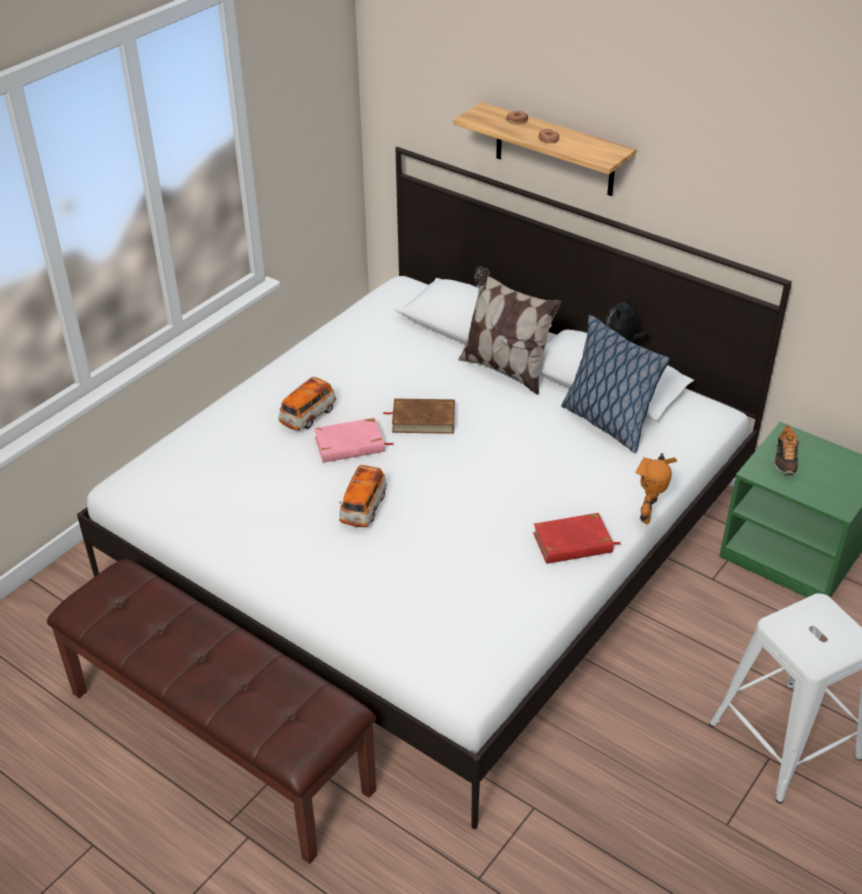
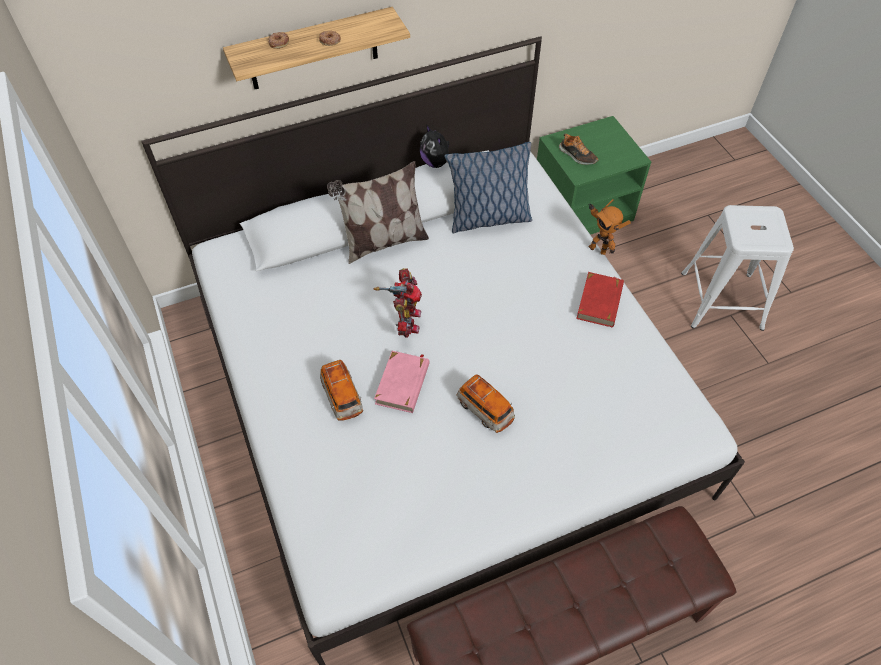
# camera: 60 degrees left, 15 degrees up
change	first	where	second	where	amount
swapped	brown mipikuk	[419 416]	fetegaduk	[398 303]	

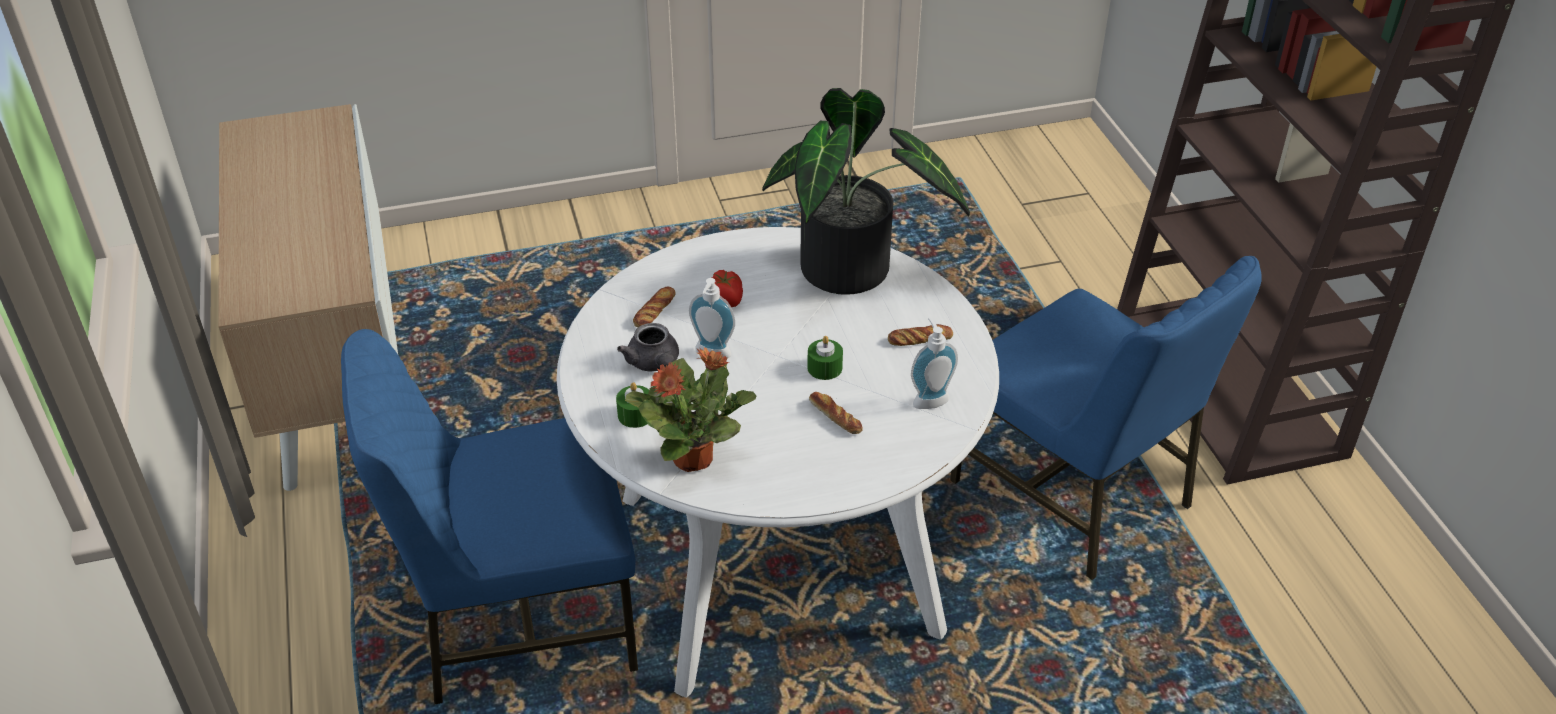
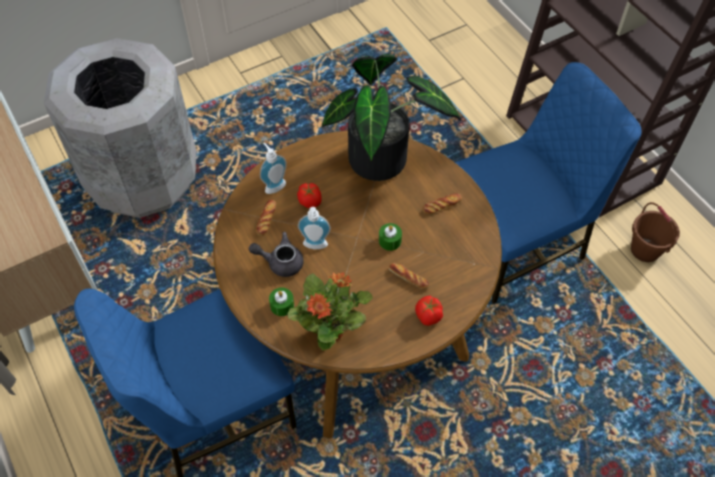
# camera: 15 degrees left, 15 degrees up
change	first	where	second	where	amount
new			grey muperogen	[120 128]	
repainted	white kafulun	[778 462]	brown kafulun	[357 284]	
rotated	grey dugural	[648 347]		[276 254]	135 degrees clockwise
shifted	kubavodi	[934 363]		[273 168]	
new			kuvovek	[429 311]	
rotated	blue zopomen	[1106 418]		[548 183]	60 degrees counterclockwise
new			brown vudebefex	[655 232]	

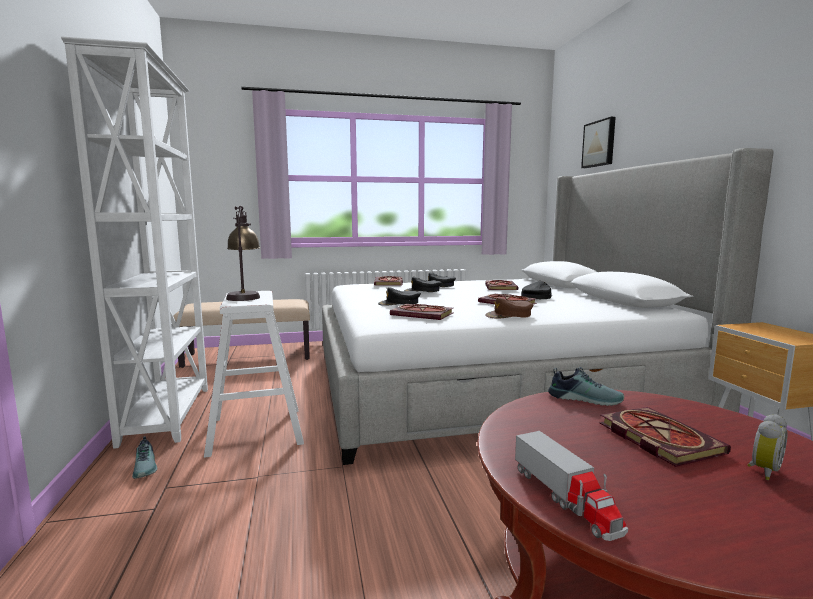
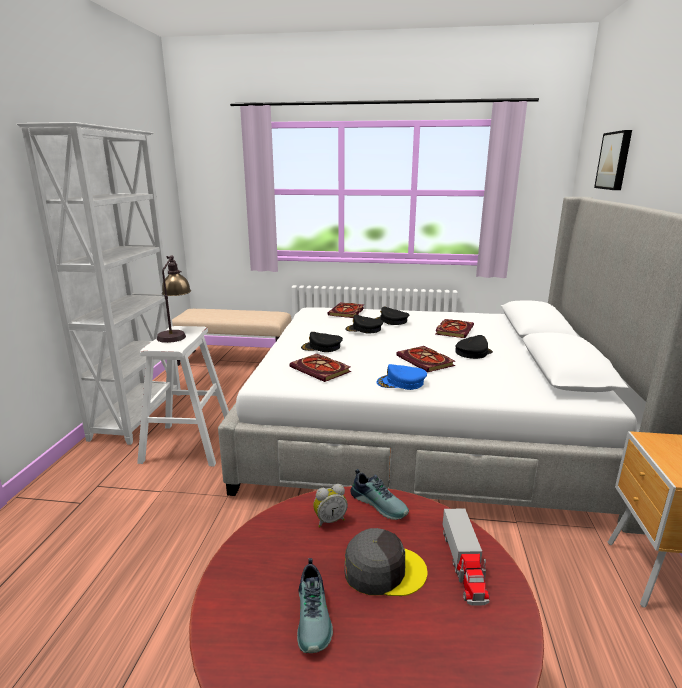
# camera: 20 degrees right, 10 degrees up
change	first	where	second	where	amount
shifted	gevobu	[144 457]		[315 605]	
shifted	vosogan	[767 447]		[330 505]	
swapped	mipikuk	[665 437]	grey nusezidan	[385 562]	
repainted	brown nusezidan	[509 308]	blue nusezidan	[401 377]	
shifted	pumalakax	[571 486]		[466 557]	

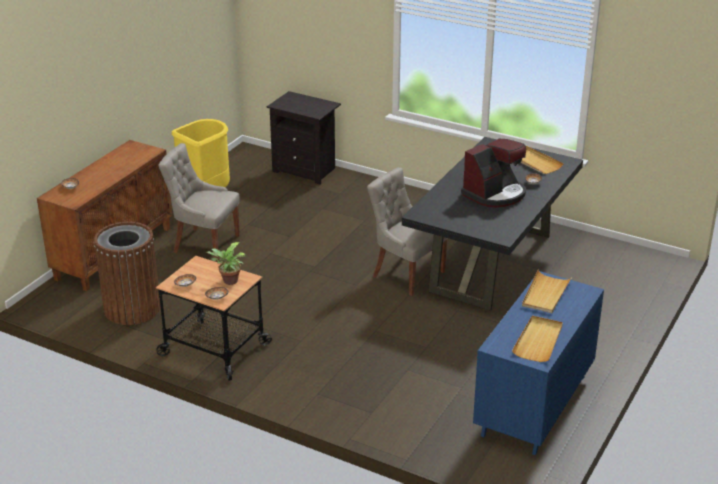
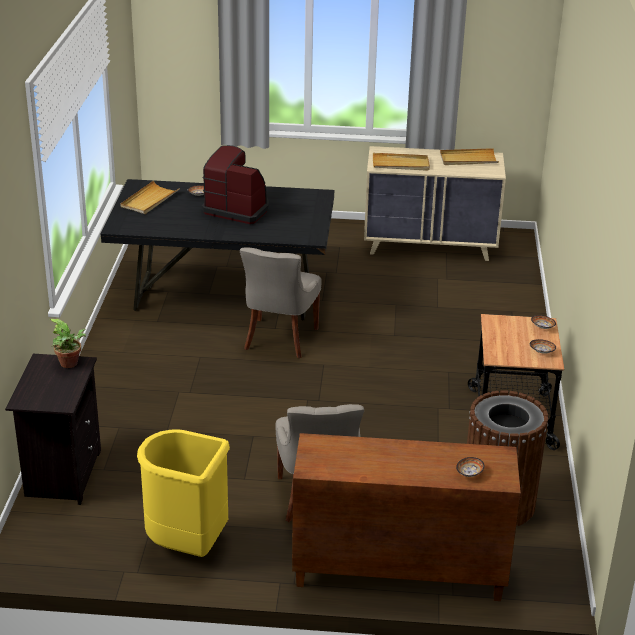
# camera: 115 degrees left, 0 degrees up
change	first	where	second	where	amount
shifted	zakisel	[225 263]		[67 343]	
repainted	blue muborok	[538 363]	beige muborok	[435 203]	

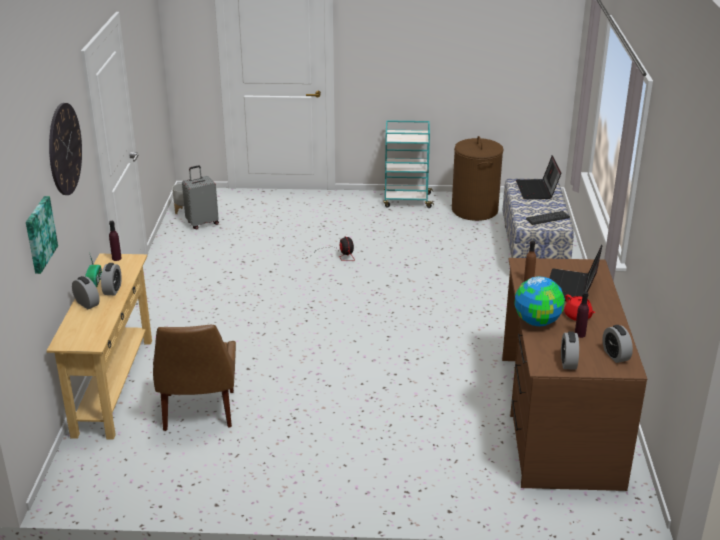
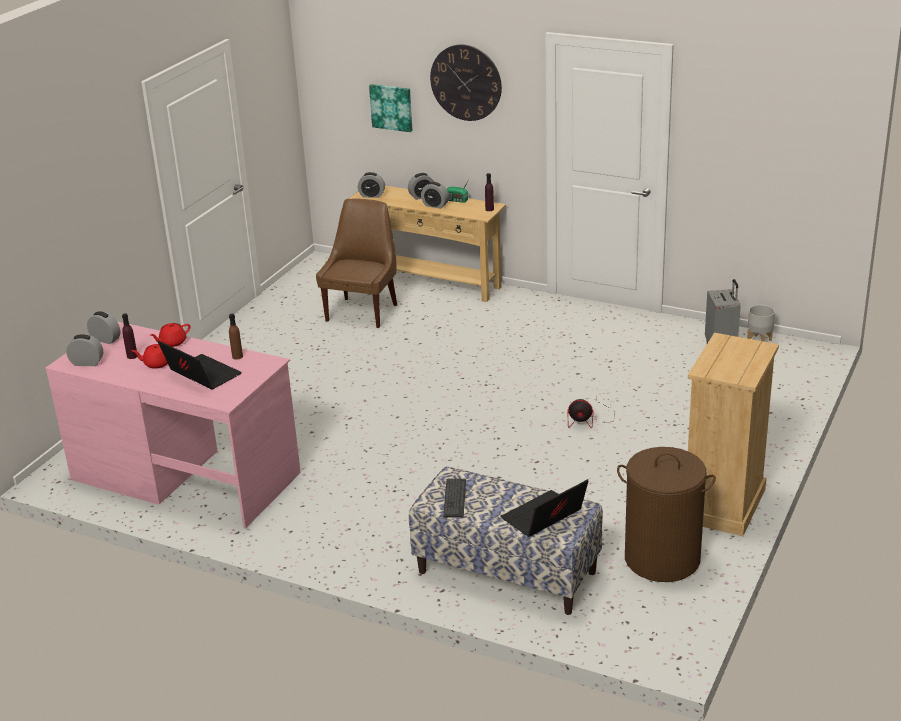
# camera: 115 degrees right, 0 degrees up
change	first	where	second	where	amount
repainted	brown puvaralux	[574 374]	pink puvaralux	[173 425]	
swapped	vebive	[539 301]	red dugural	[170 335]	
rotated	brown zopomen	[194 378]		[356 263]	90 degrees clockwise
new			vosogan	[371 185]	
rotated	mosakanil	[538 177]		[544 508]	60 degrees counterclockwise
swapped	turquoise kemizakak	[408 164]	beige muborok	[733 434]	

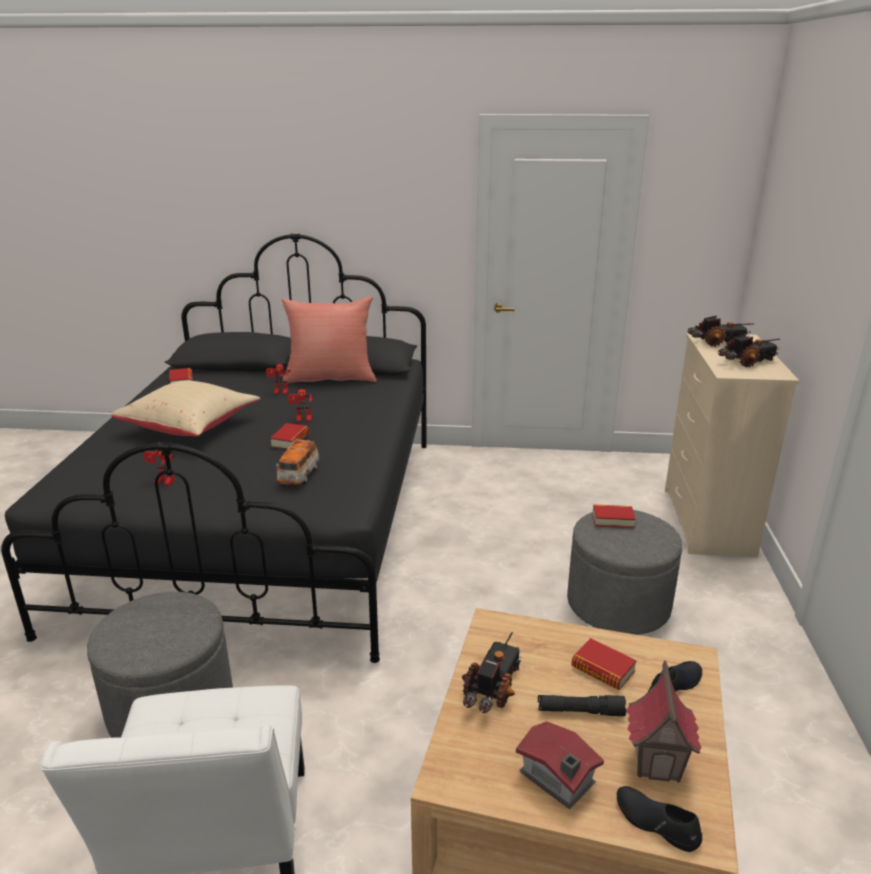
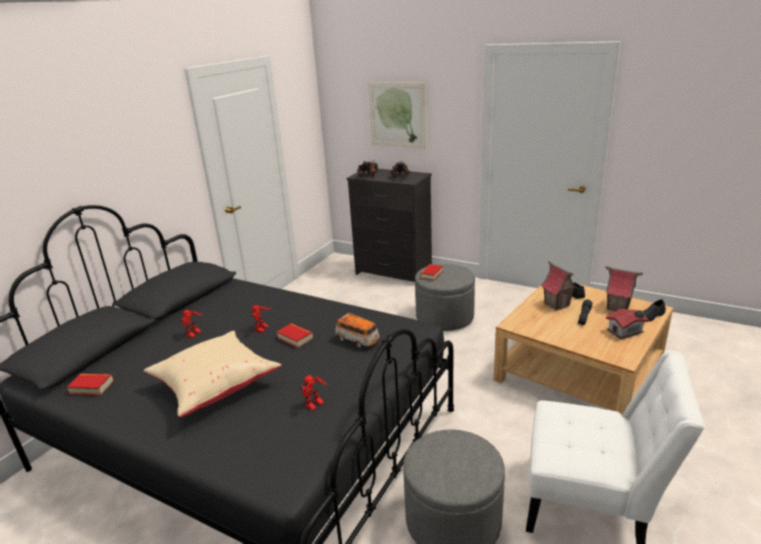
# camera: 65 degrees left, 0 degrees up
change	first	where	second	where	amount
repainted	beige muborok	[732 445]	black muborok	[389 225]	
new			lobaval	[397 115]	
swapped	mipikuk	[604 664]	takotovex	[559 286]	
gone	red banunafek	[329 340]			
gone	pumalakax	[492 672]			

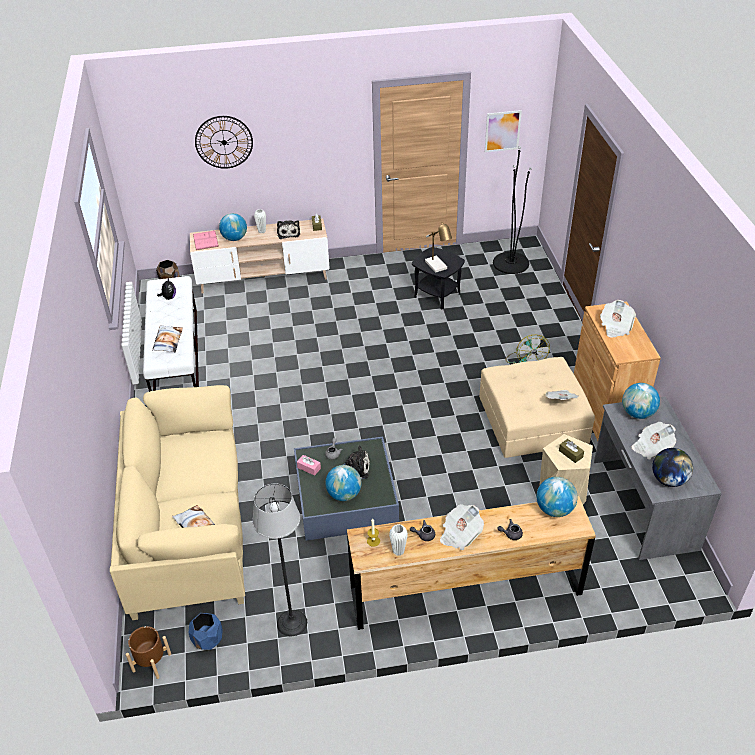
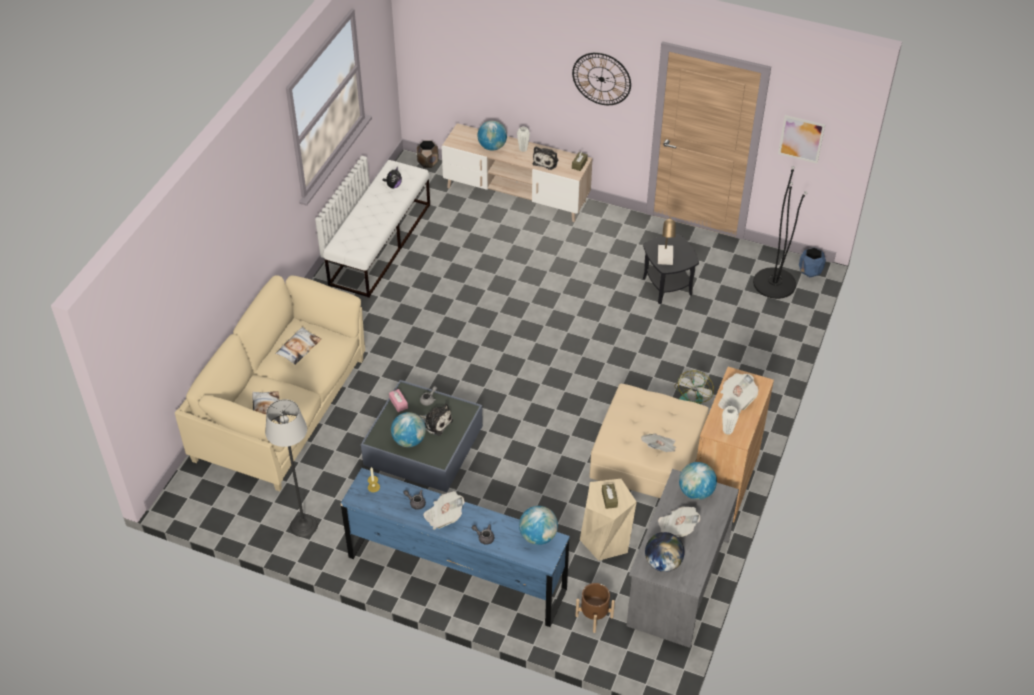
# camera: 30 degrees right, 5 degrees up
change	first	where	second	where	amount
shifted	banunafek	[167 338]		[298 346]	
repainted	brown muborok	[471 563]	blue muborok	[455 547]	
shifted	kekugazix	[224 142]		[601 79]	
shifted	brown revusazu	[148 652]		[595 608]	
shifted	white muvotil	[398 540]		[730 420]	
shifted	blue revusazu	[205 631]		[812 262]	
gone	pink mipikuk	[206 240]			

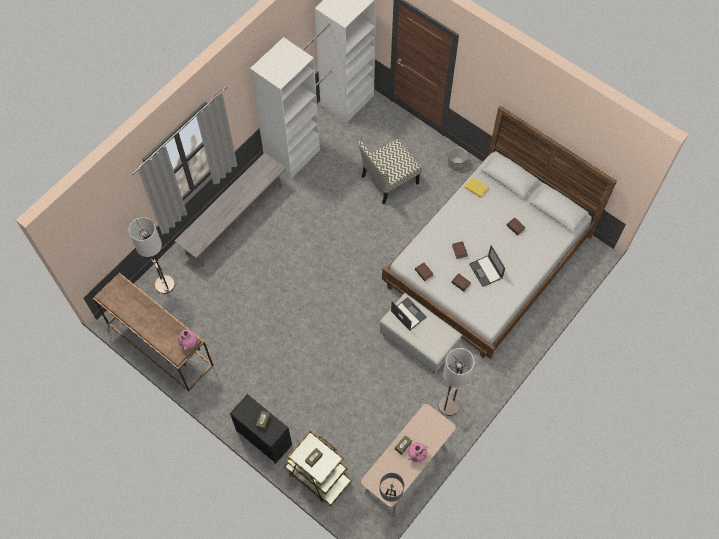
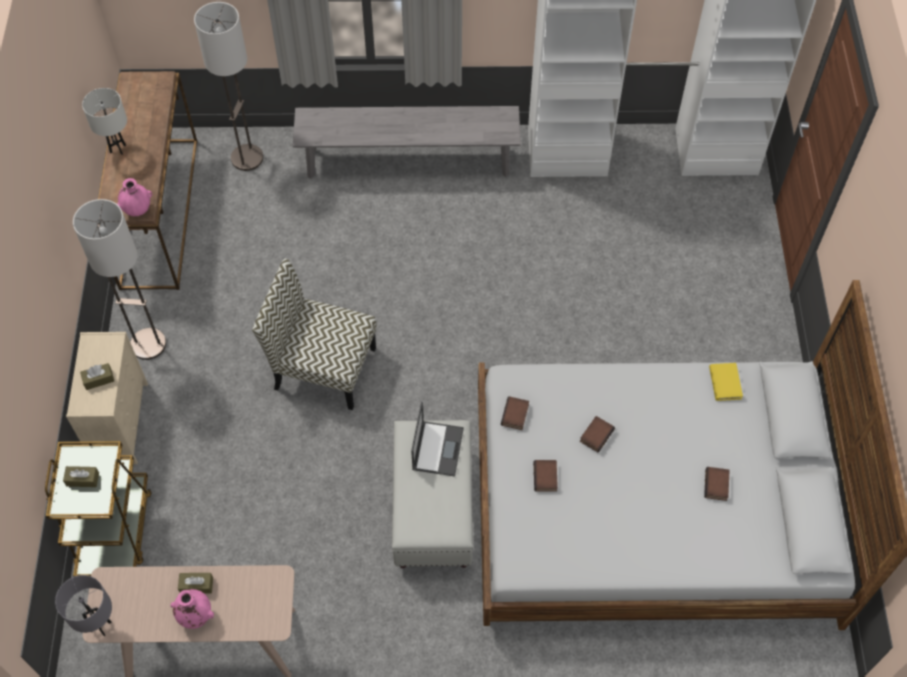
# camera: 50 degrees right, 5 degrees down
change	first	where	second	where	amount
repainted	black muborok	[261 429]	beige muborok	[107 398]	
shifted	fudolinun	[456 382]		[119 279]	
new			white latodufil	[104 121]	
shifted	zopomen	[390 171]		[314 334]	
gone	revusazu	[458 158]			
gone	mosakanil	[487 266]			

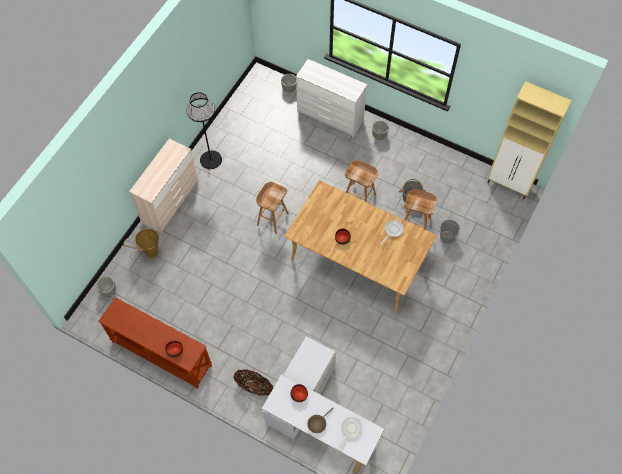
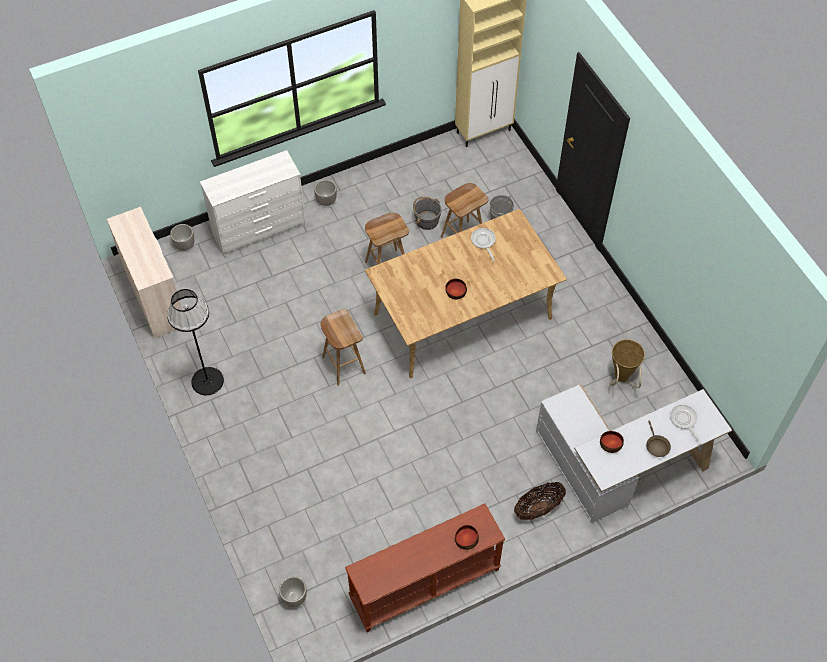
# camera: 55 degrees left, 5 degrees down
change	first	where	second	where	amount
shifted	beige muborok	[164 186]		[144 273]	
shifted	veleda	[141 245]		[627 363]	

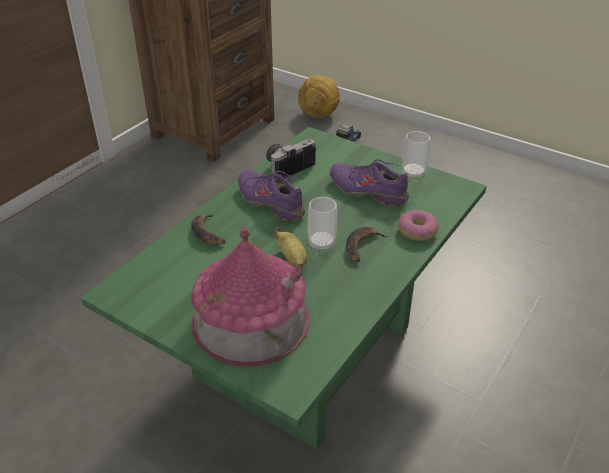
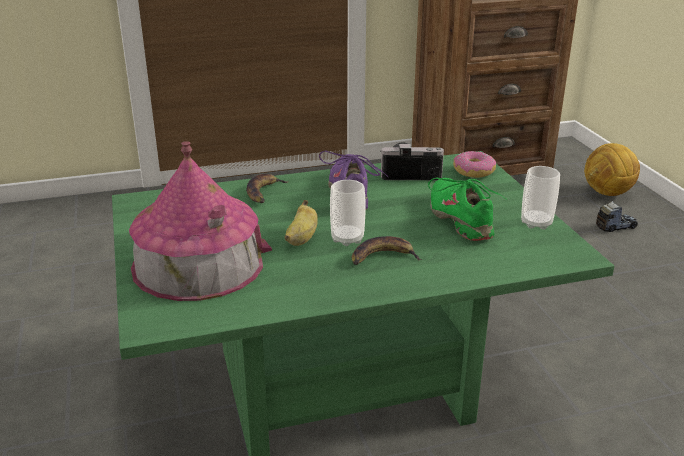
# camera: 40 degrees right, 10 degrees down
change	first	where	second	where	amount
repainted	purple gevobu	[369 182]	green gevobu	[467 209]	
shifted	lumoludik	[418 225]		[474 164]	

